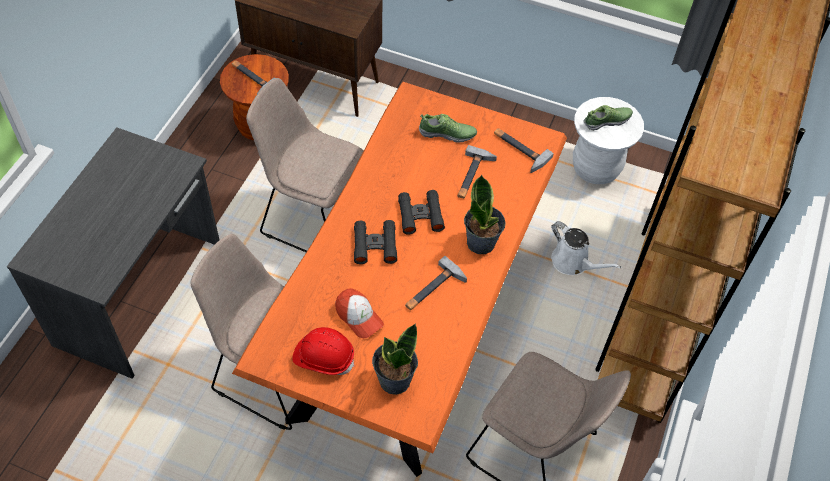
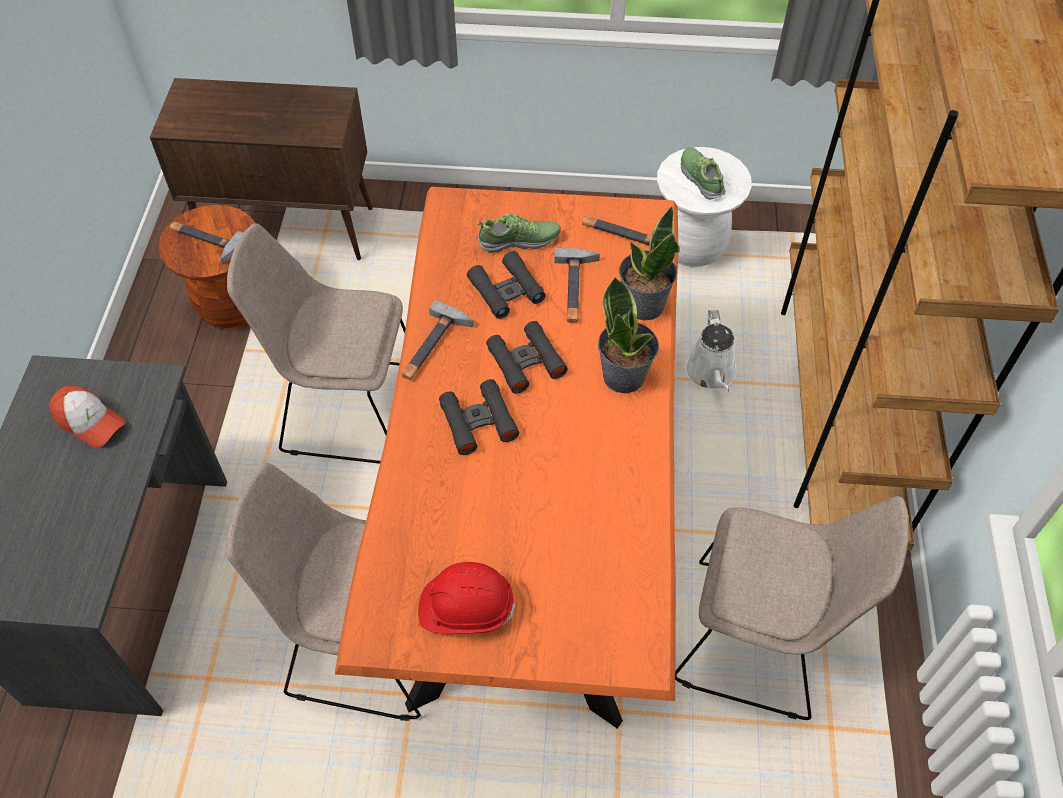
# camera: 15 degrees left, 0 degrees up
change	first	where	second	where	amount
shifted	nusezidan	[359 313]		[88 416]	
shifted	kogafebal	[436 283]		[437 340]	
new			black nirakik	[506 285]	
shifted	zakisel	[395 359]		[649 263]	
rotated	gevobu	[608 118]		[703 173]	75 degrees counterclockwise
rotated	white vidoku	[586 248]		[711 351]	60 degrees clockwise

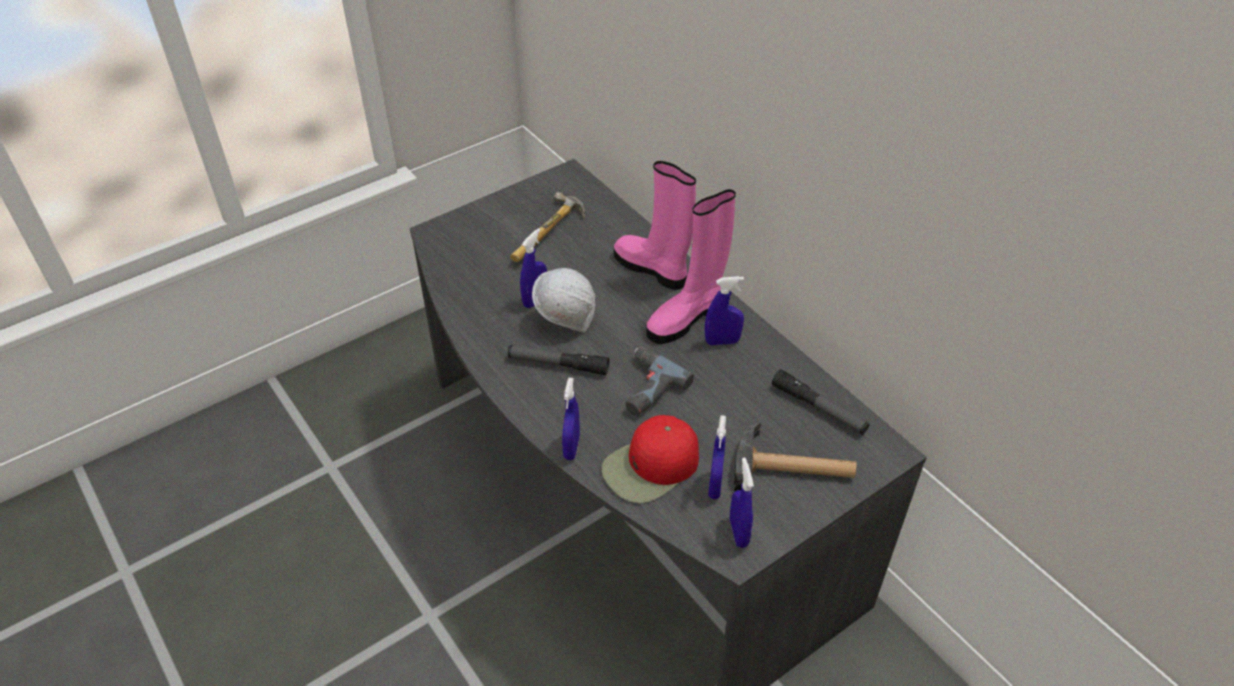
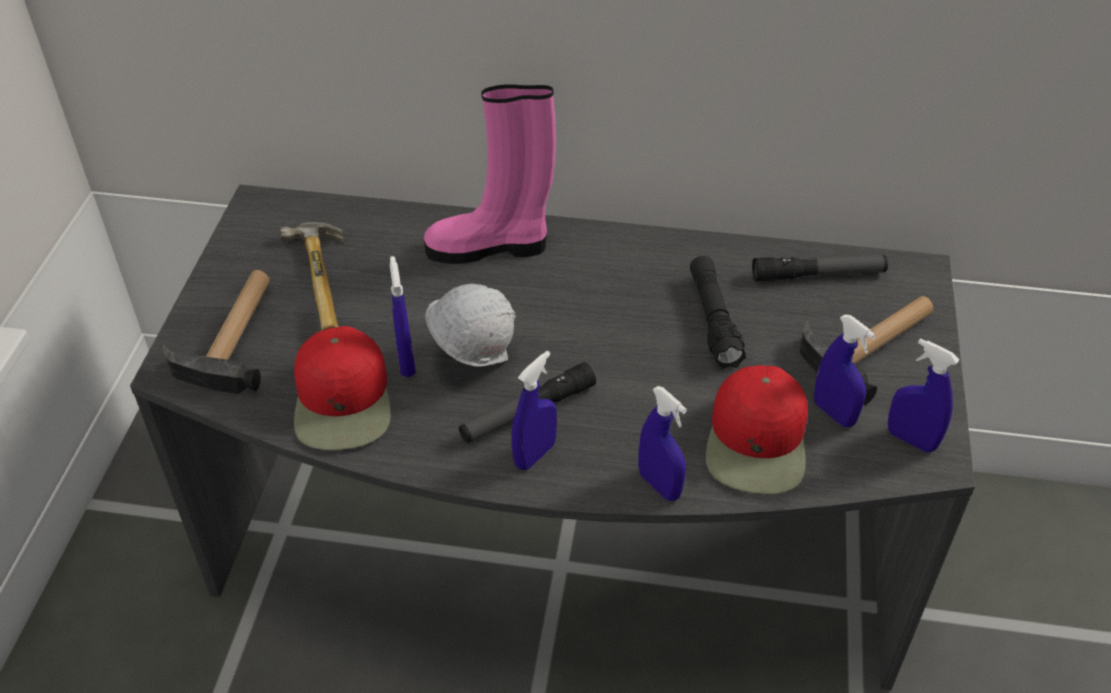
# camera: 45 degrees left, 0 degrees up
change	first	where	second	where	amount
new			kogafebal	[216 332]	
new			red nusezidan	[342 388]	
shifted	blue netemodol	[724 310]		[534 410]	
new			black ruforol	[718 312]	
gone	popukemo	[660 381]			
gone	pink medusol	[691 266]			

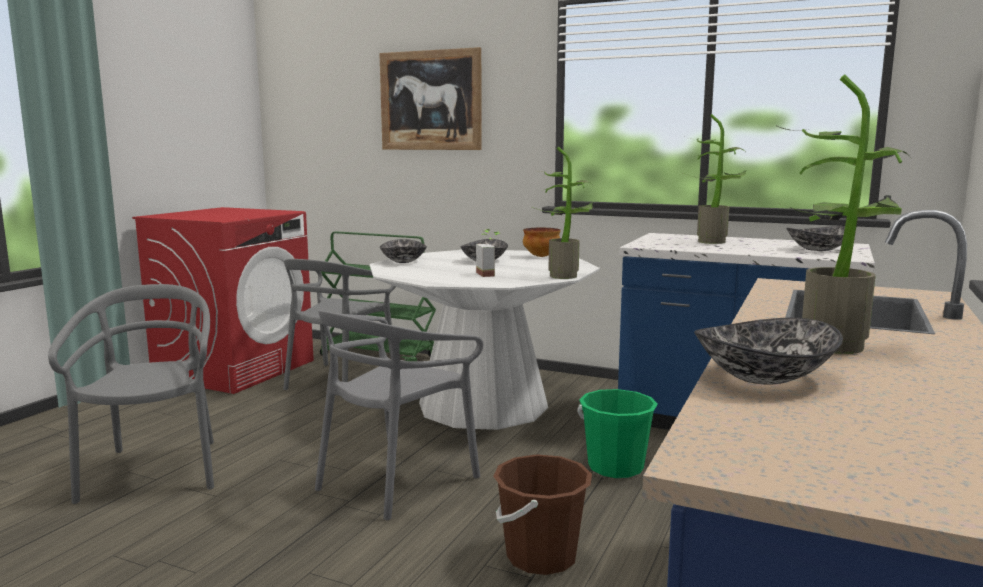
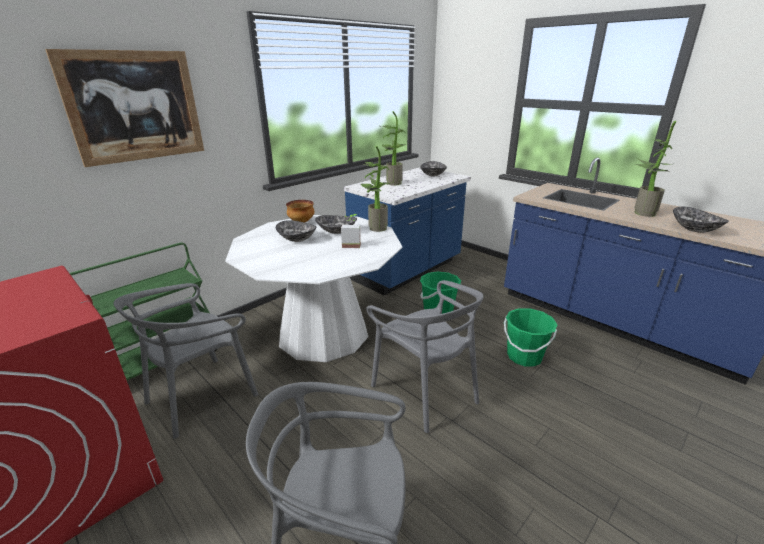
# camera: 70 degrees left, 15 degrees up
change	first	where	second	where	amount
rotated	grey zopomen	[339 324]		[186 361]	90 degrees clockwise
shifted	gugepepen	[403 251]		[336 224]	
repainted	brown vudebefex	[542 514]	green vudebefex	[530 337]	

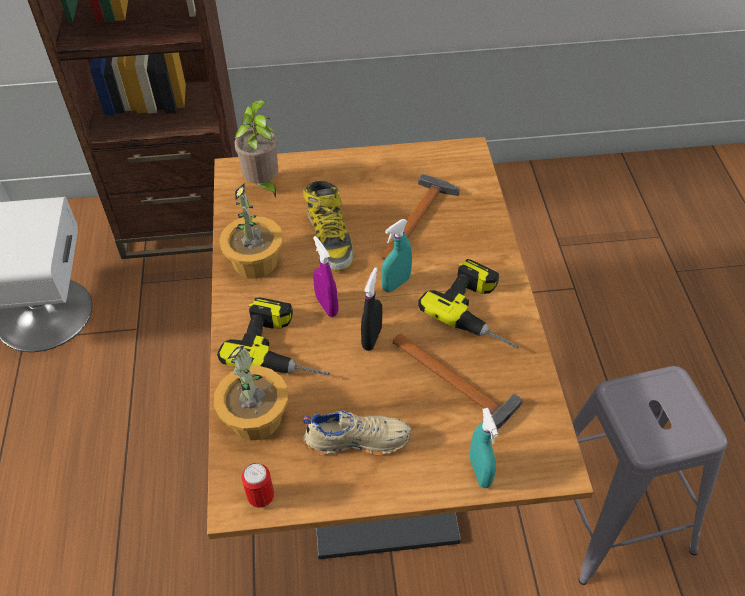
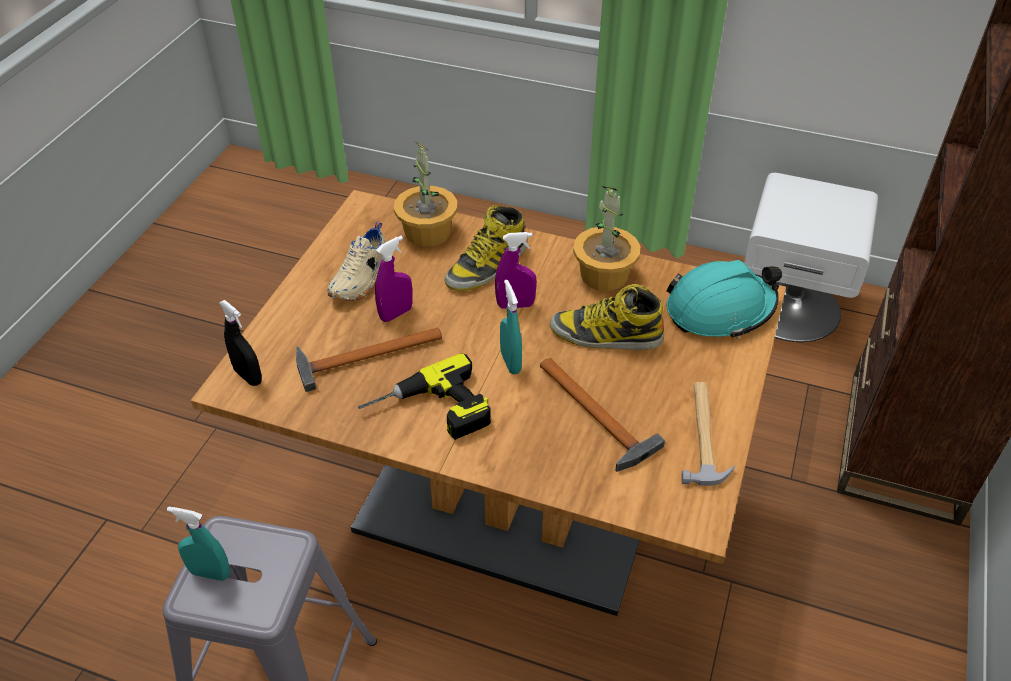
# camera: 115 degrees right, 5 degrees down
change	first	where	second	where	amount
shifted	turquoise netemodol	[484 448]		[198 544]	
shifted	black netemodol	[371 309]		[240 343]	
new			purple netemodol	[394 279]	
swapped	popukemo	[273 336]	medusol	[486 248]	
swapped	zakisel	[256 149]	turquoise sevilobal	[724 299]	
new			kogafebal	[708 434]	
gone	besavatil	[258 485]			

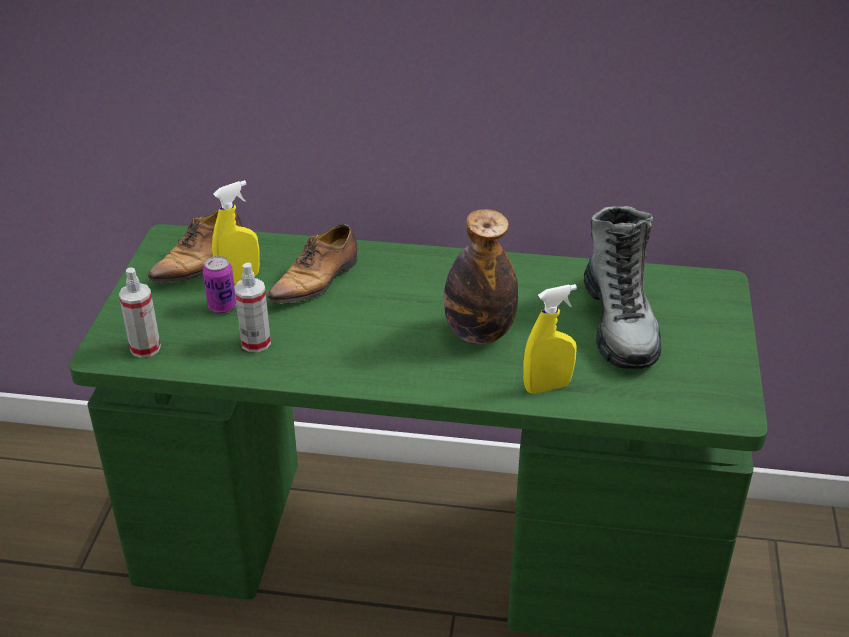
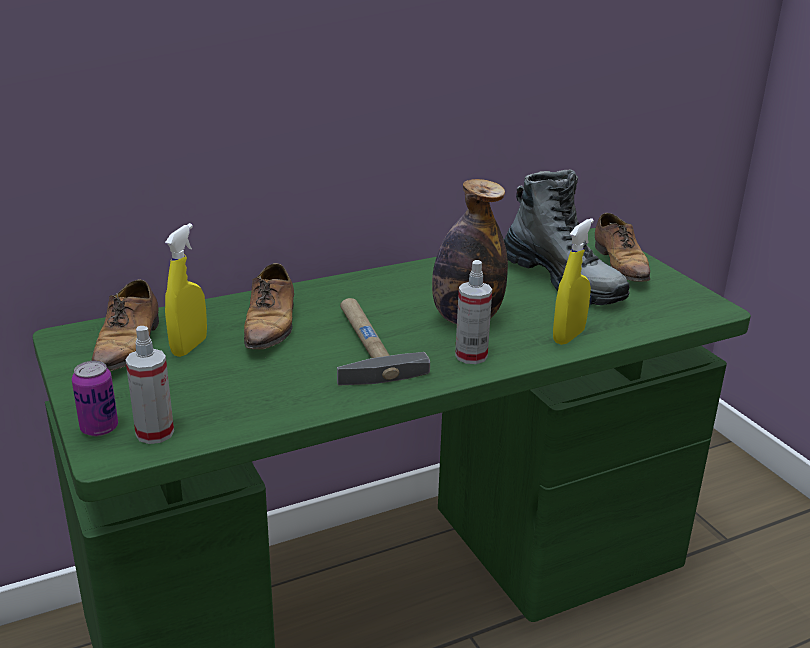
# camera: 35 degrees left, 10 degrees down
change	first	where	second	where	amount
shifted	besavatil	[219 285]		[95 398]	
new			kogafebal	[383 342]	
shifted	netemodol	[252 307]		[473 312]	
new			gevobu	[622 251]	

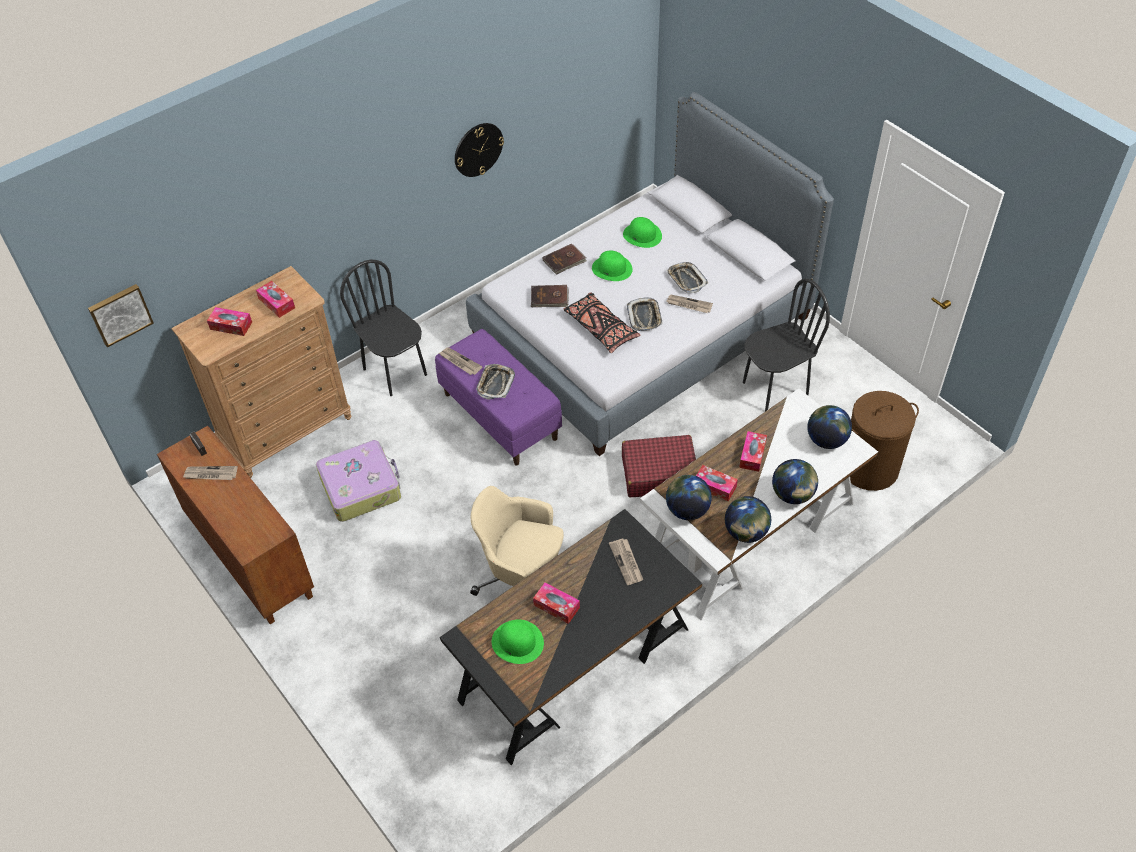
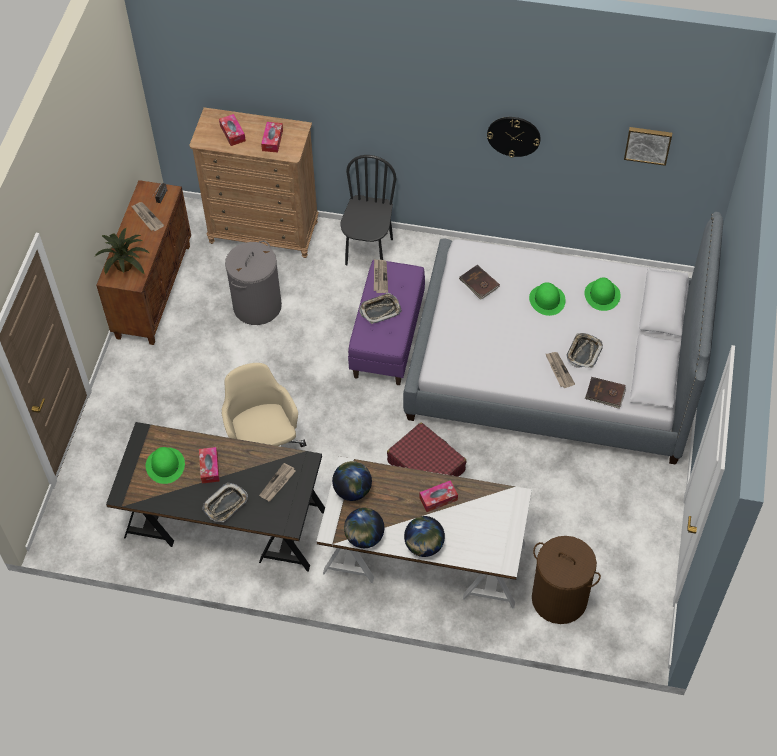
# camera: 50 degrees right, 5 degrees up
change	first	where	second	where	amount
new			zakisel	[122 251]	
shifted	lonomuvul	[645 314]		[225 502]	
swapped	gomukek	[358 481]	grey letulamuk	[253 282]	
shifted	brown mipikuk	[564 259]		[605 393]	
shifted	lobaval	[121 316]		[648 146]	
gone	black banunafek	[602 322]			
gone	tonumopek	[717 483]			
gone	black zopomen	[786 345]			
gone	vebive	[829 427]			

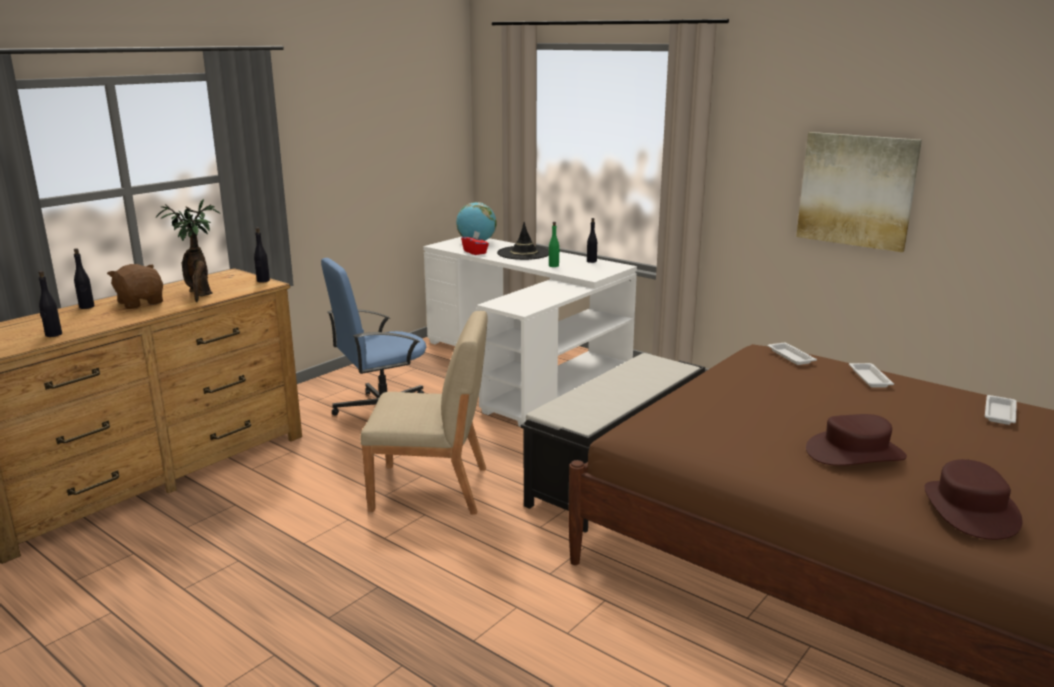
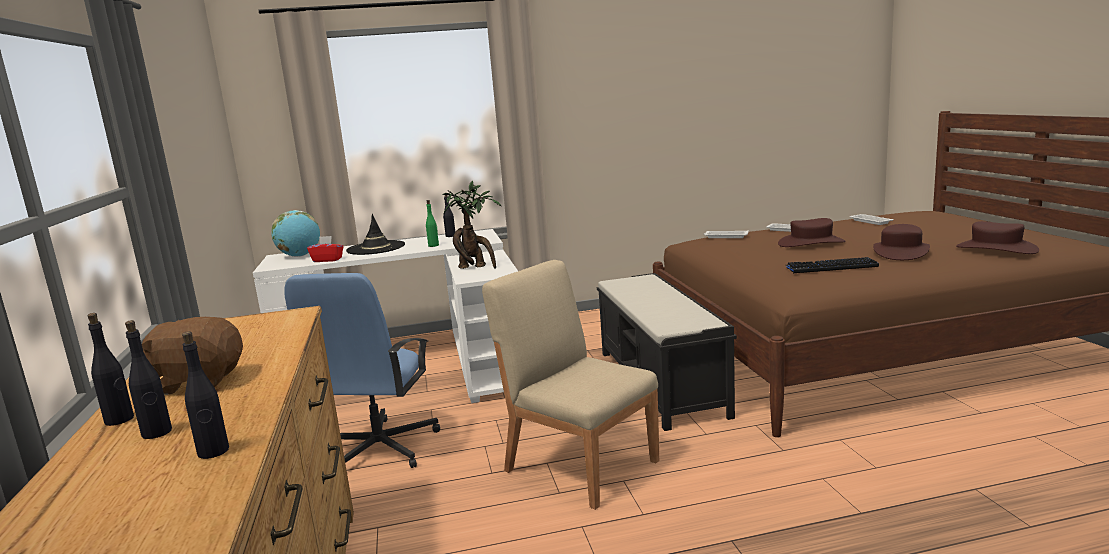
# camera: 50 degrees left, 5 degrees down
change	first	where	second	where	amount
shifted	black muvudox	[262 255]		[148 379]	
shifted	zakisel	[188 250]		[471 225]	
rotated	beige zopomen	[423 413]		[570 385]	90 degrees counterclockwise
new			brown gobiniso	[811 232]	
new			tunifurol	[832 265]	
gone	lobaval	[859 192]			

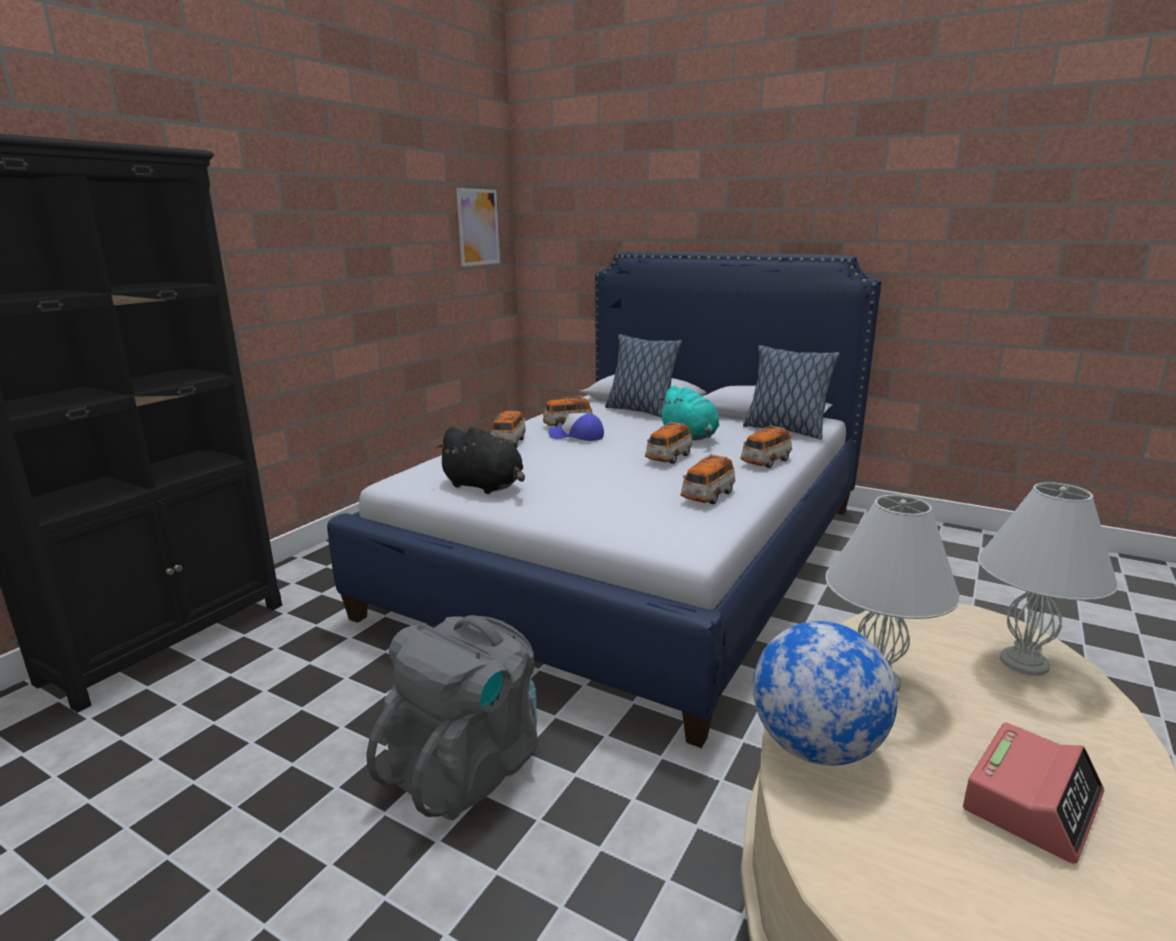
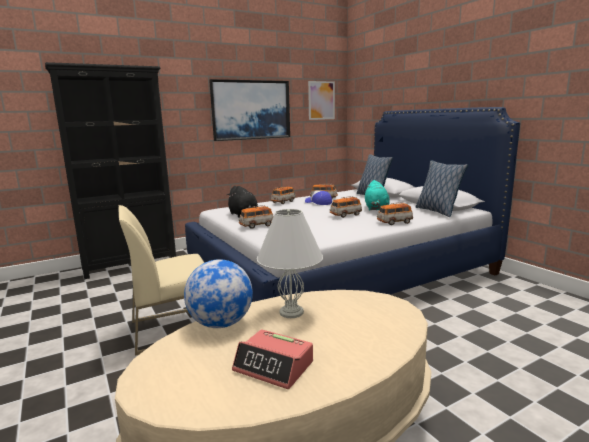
# camera: 30 degrees right, 5 degrees down
change	first	where	second	where	amount
swapped	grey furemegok	[452 717]	beige zopomen	[161 280]	
new			lobaval	[249 110]	
rotated	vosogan	[1033 793]		[272 359]	45 degrees clockwise
shifted	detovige	[708 479]		[256 217]	
gone	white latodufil	[1048 579]			

